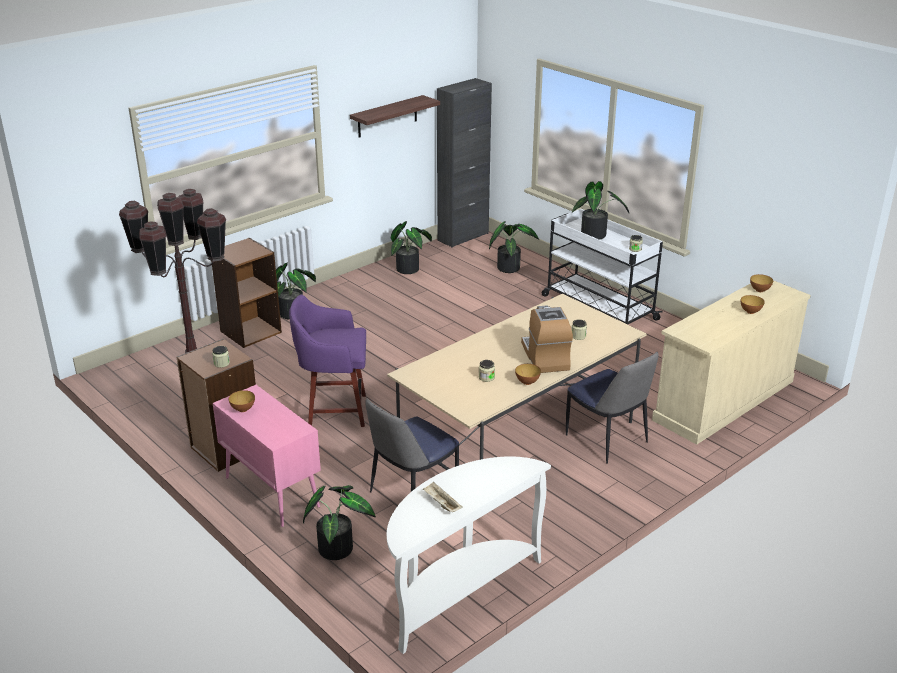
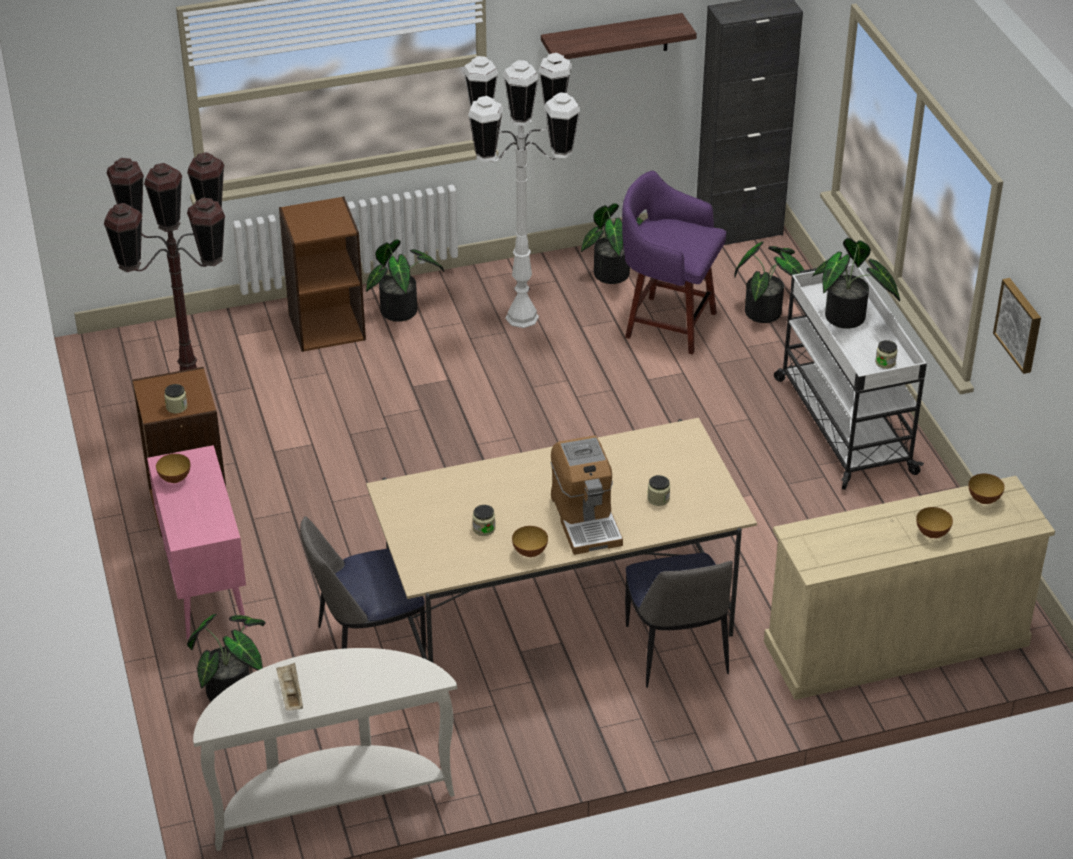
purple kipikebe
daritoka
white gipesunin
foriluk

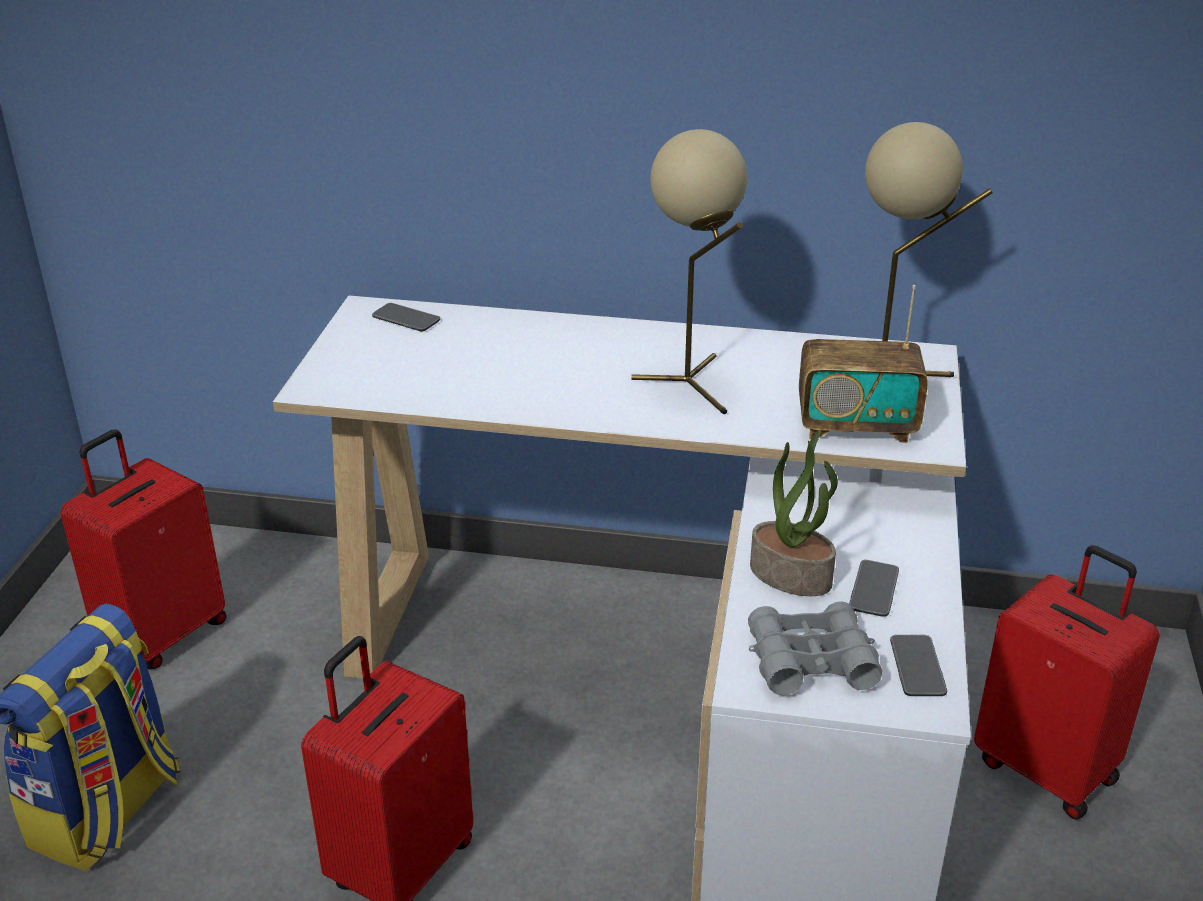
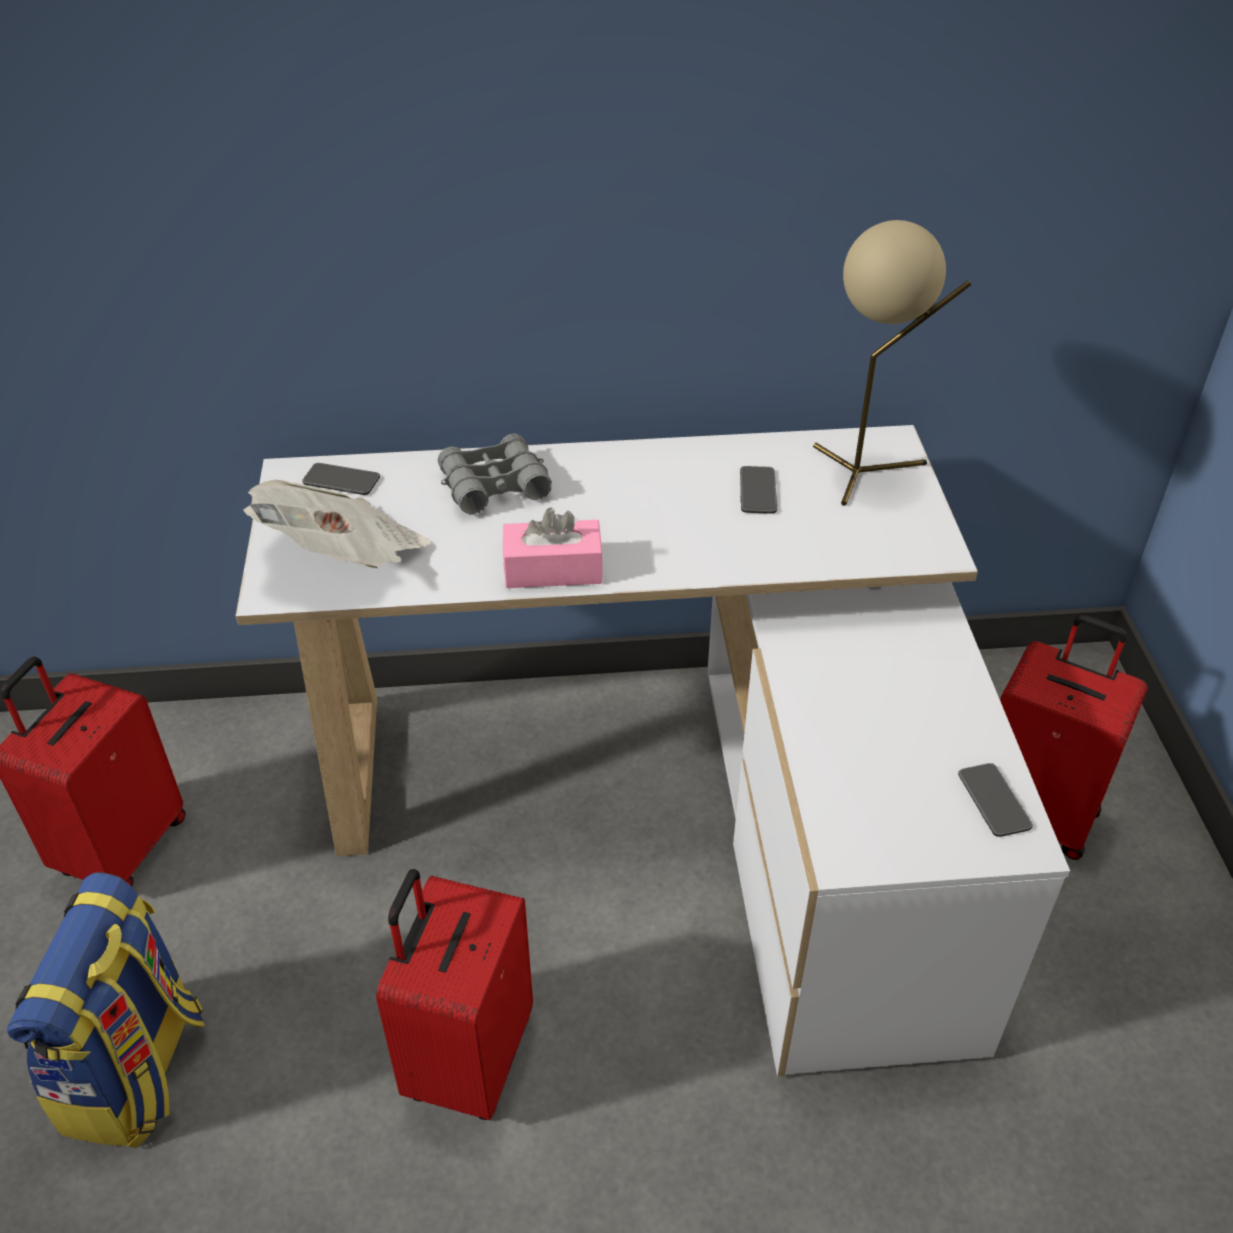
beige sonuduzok (1st from left in the first image)
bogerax
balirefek
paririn (2nd from left)
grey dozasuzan
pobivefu
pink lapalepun

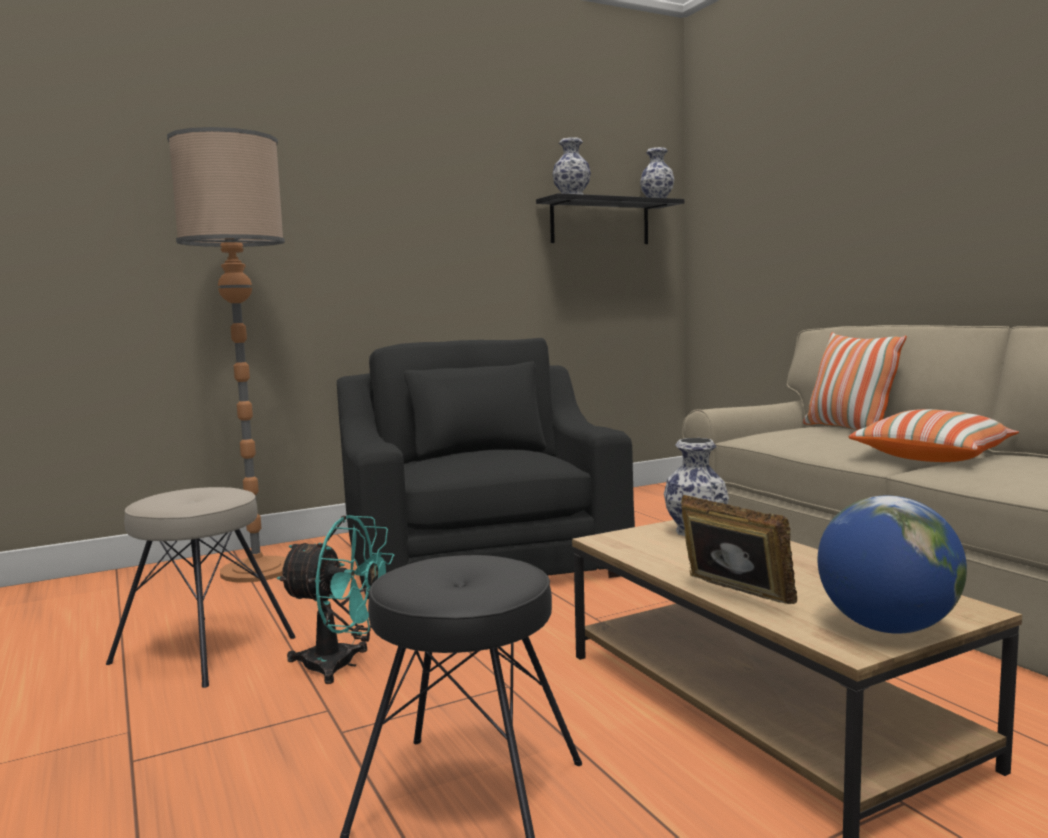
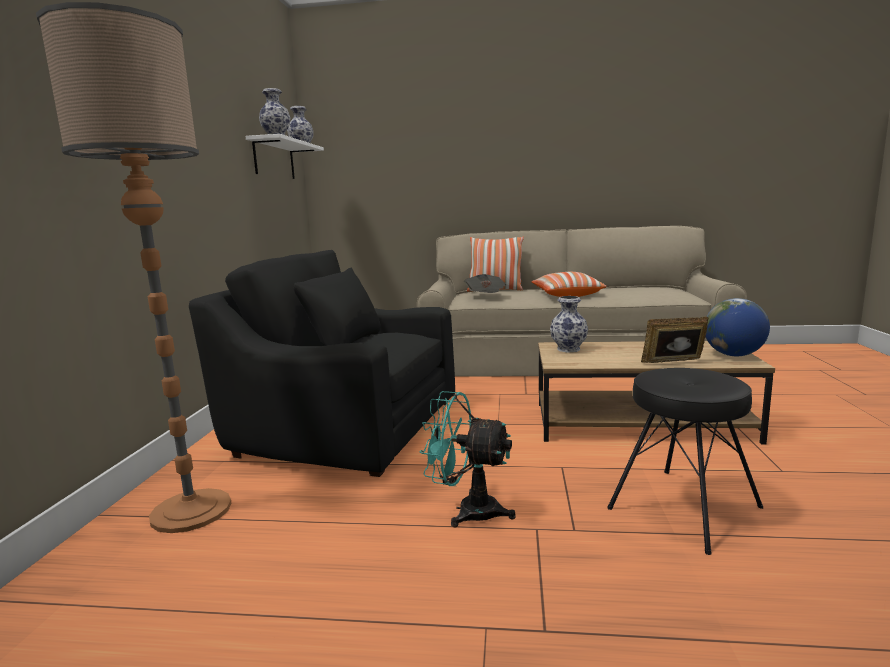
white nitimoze
beige kipikebe
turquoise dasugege
pobivefu

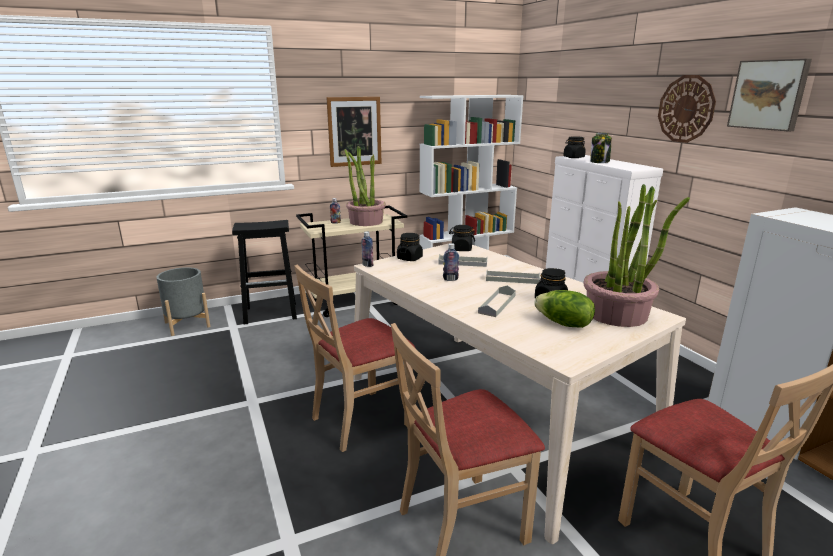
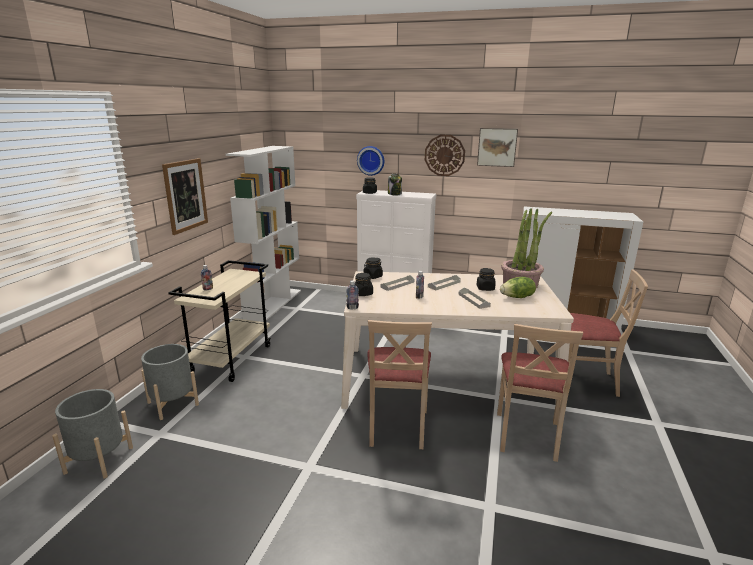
balirefek (1st from left in the first image)
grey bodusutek (2nd from left)
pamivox (1st from left)

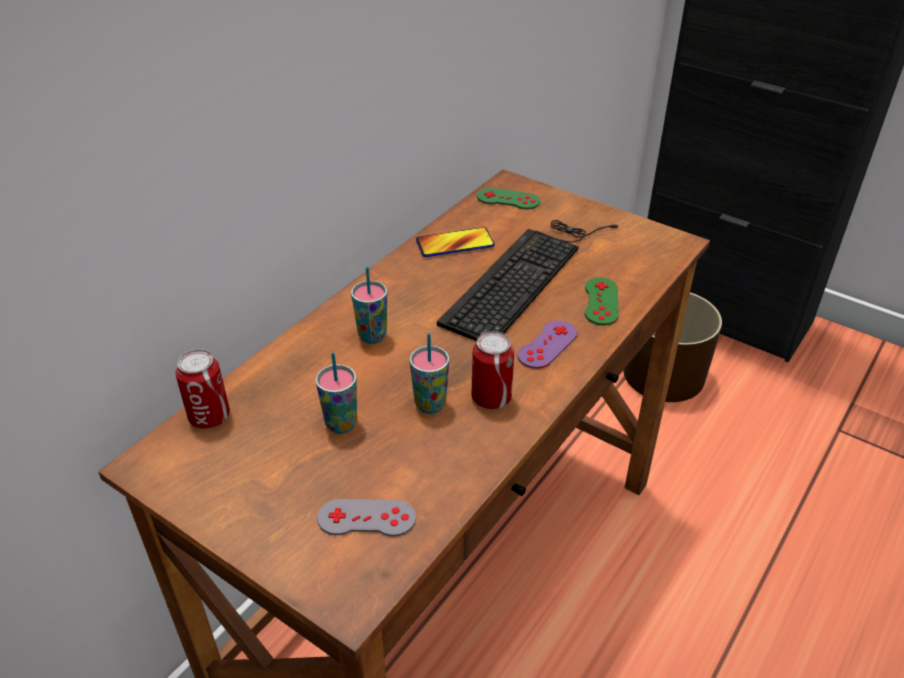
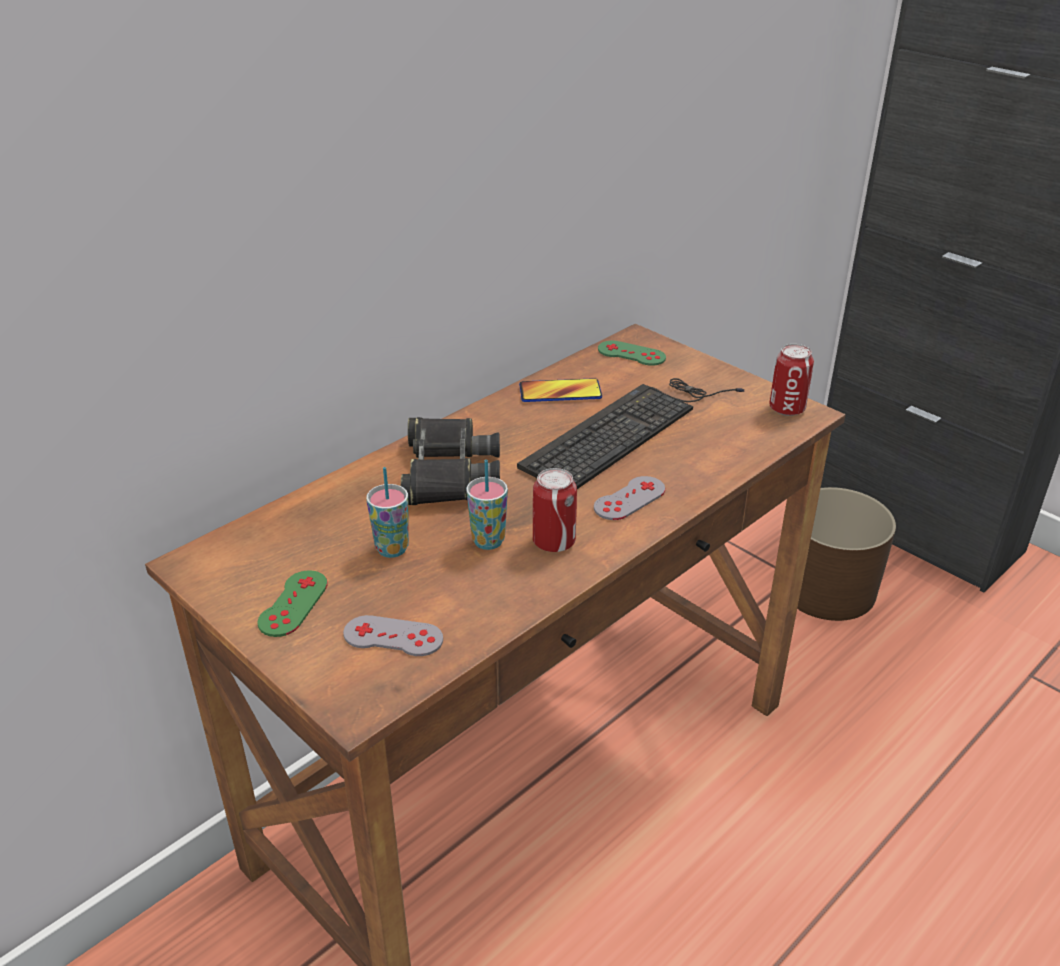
black dozasuzan
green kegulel (1st from left)
grey kegulel (2nd from left)
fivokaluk (2nd from left)

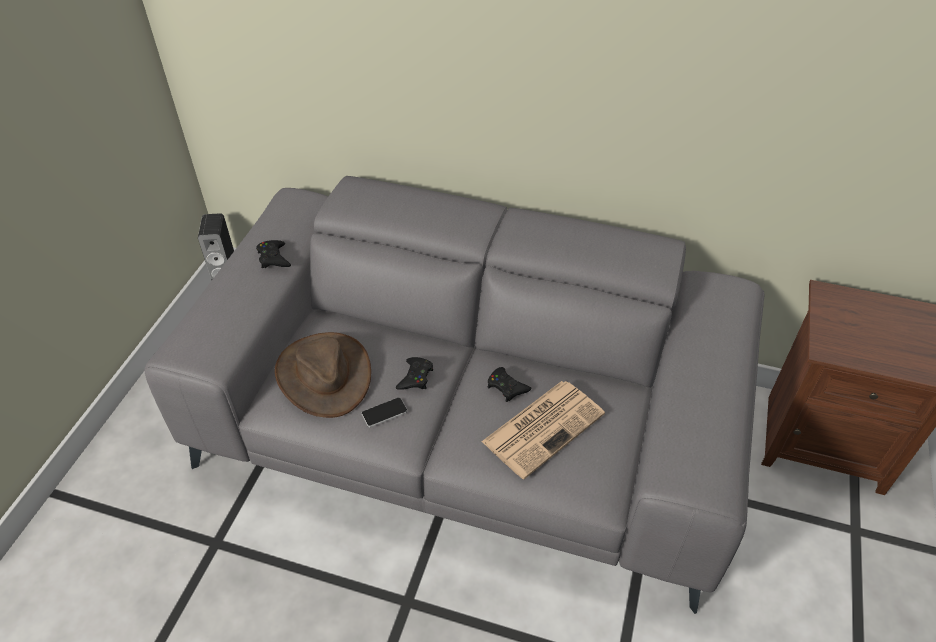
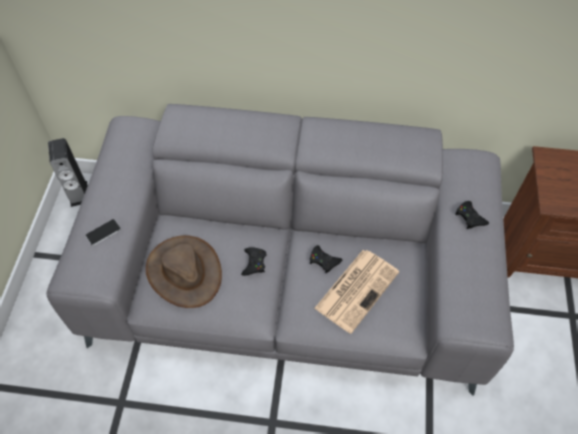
black kegulel (3rd from left)
paririn

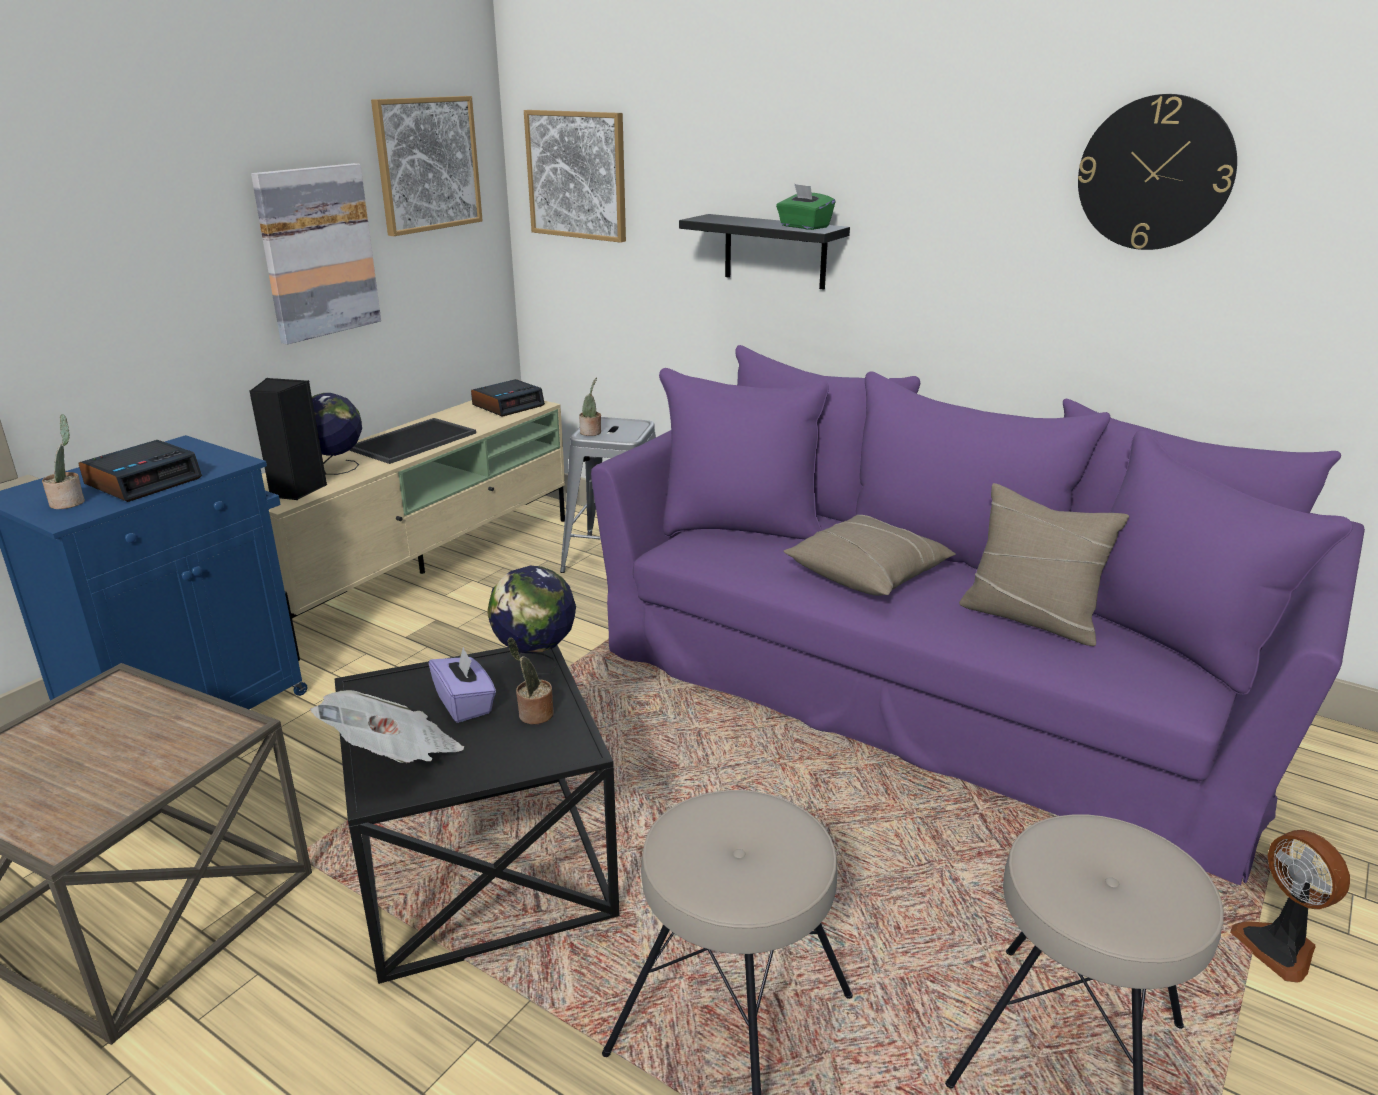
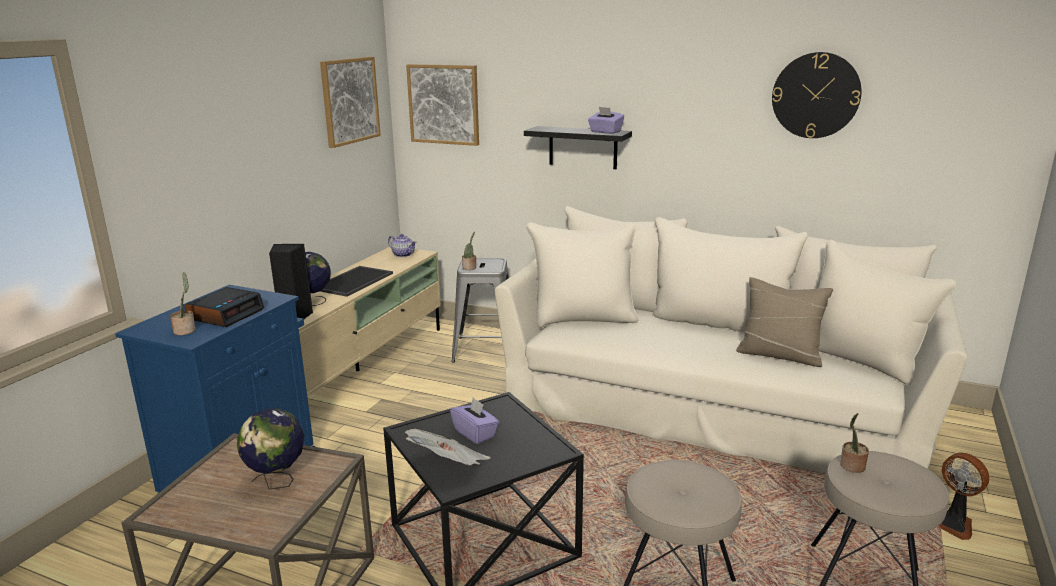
foriluk (1st from left in the first image)
purple lapalepun (2nd from left)
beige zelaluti
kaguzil
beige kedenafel (1st from left in the first image)
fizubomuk (1st from left)
balirefek (3rd from left)

